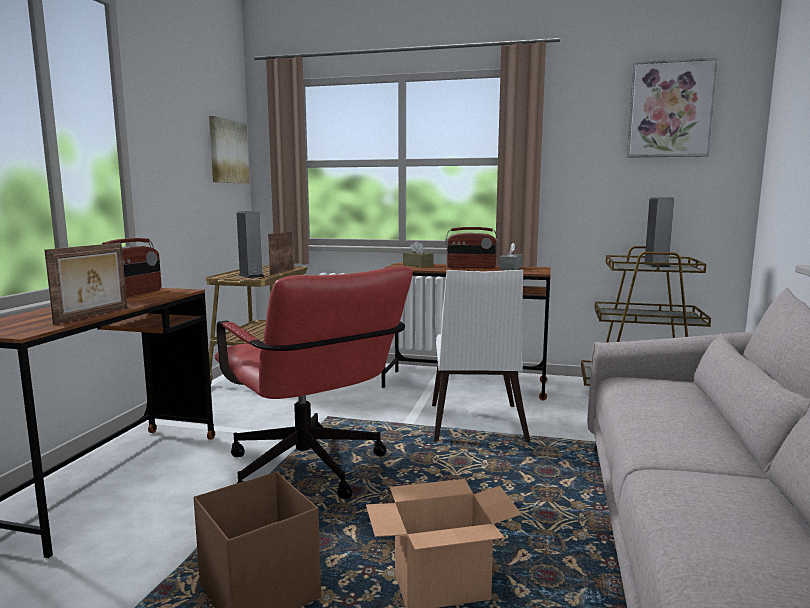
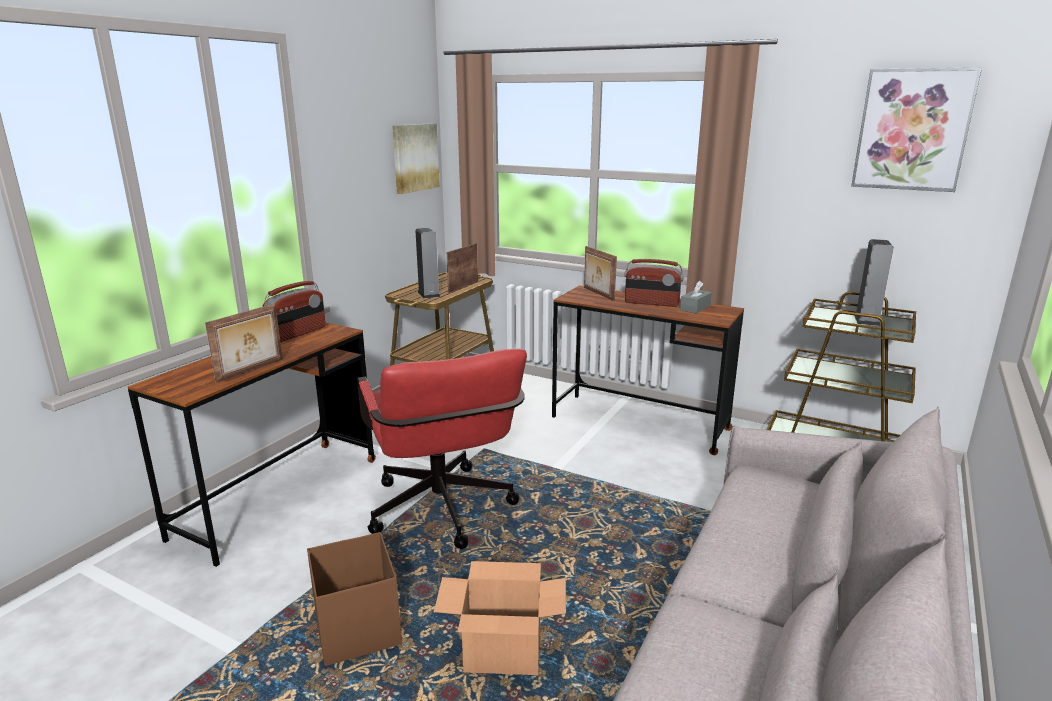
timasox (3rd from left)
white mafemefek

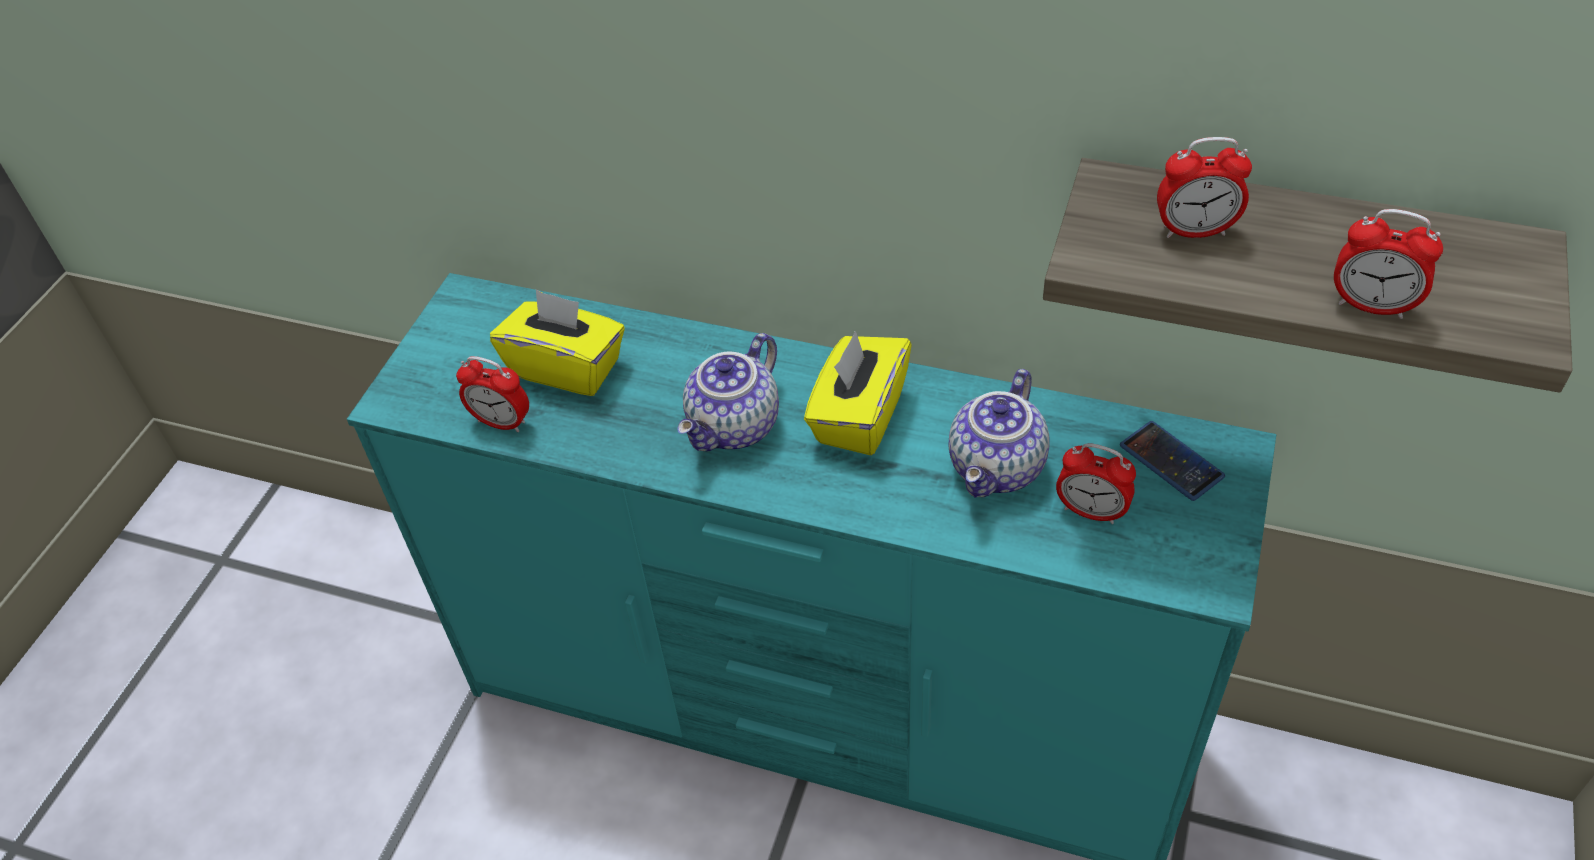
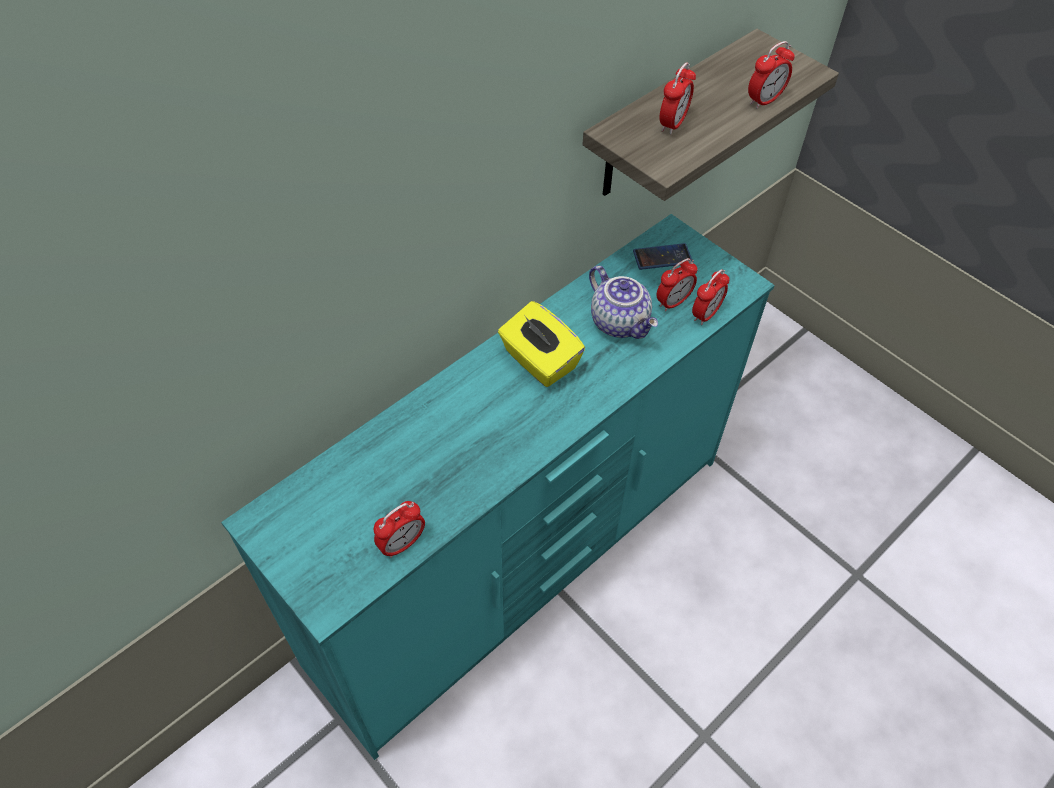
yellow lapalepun (1st from left in the first image)
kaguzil (1st from left in the first image)
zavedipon (4th from left)

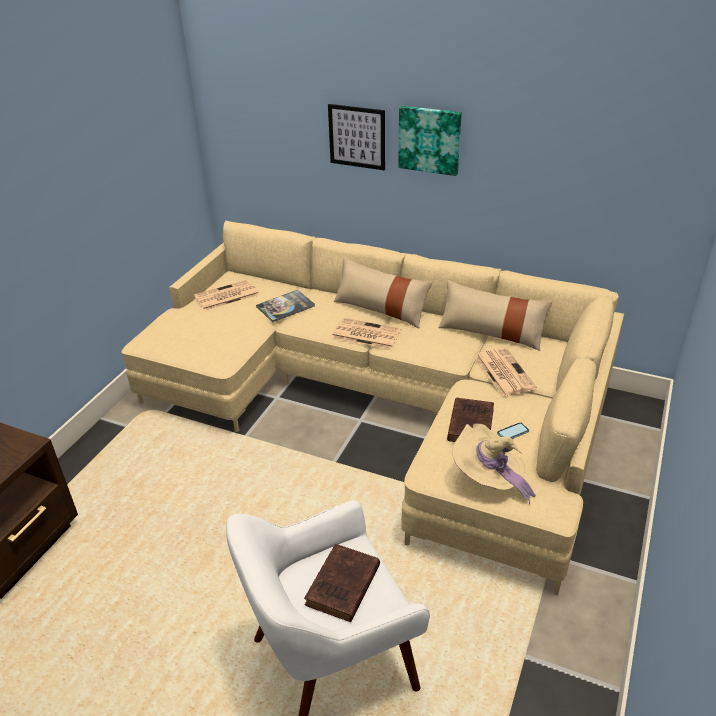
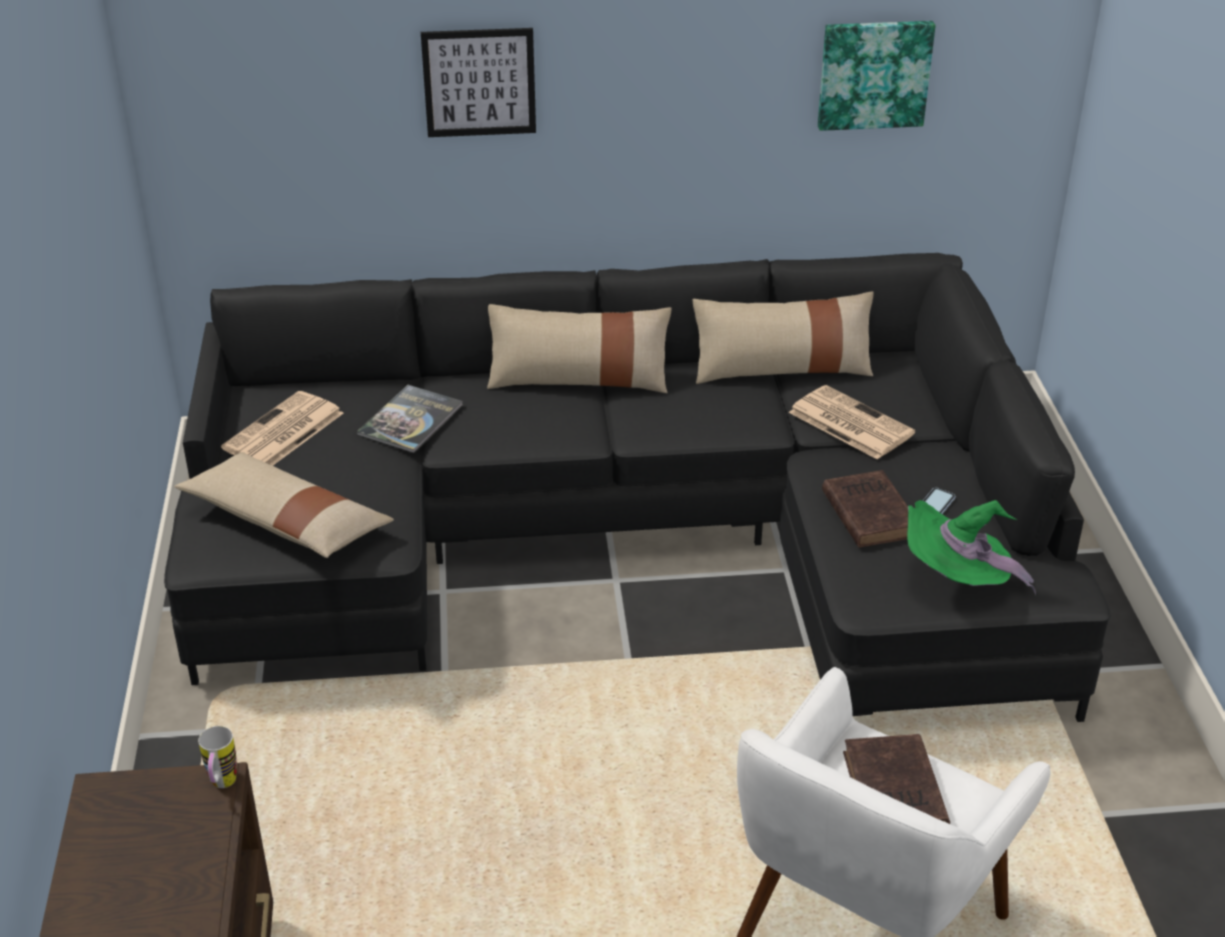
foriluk (2nd from left)
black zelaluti
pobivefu (2nd from left in the first image)
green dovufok
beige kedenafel (1st from left)
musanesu

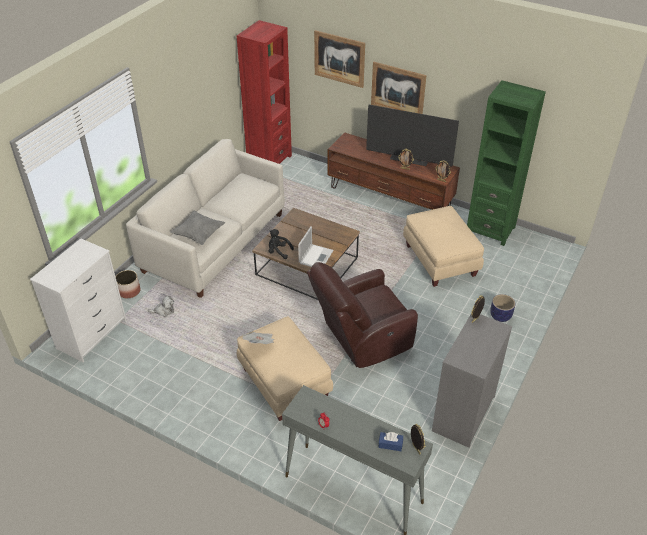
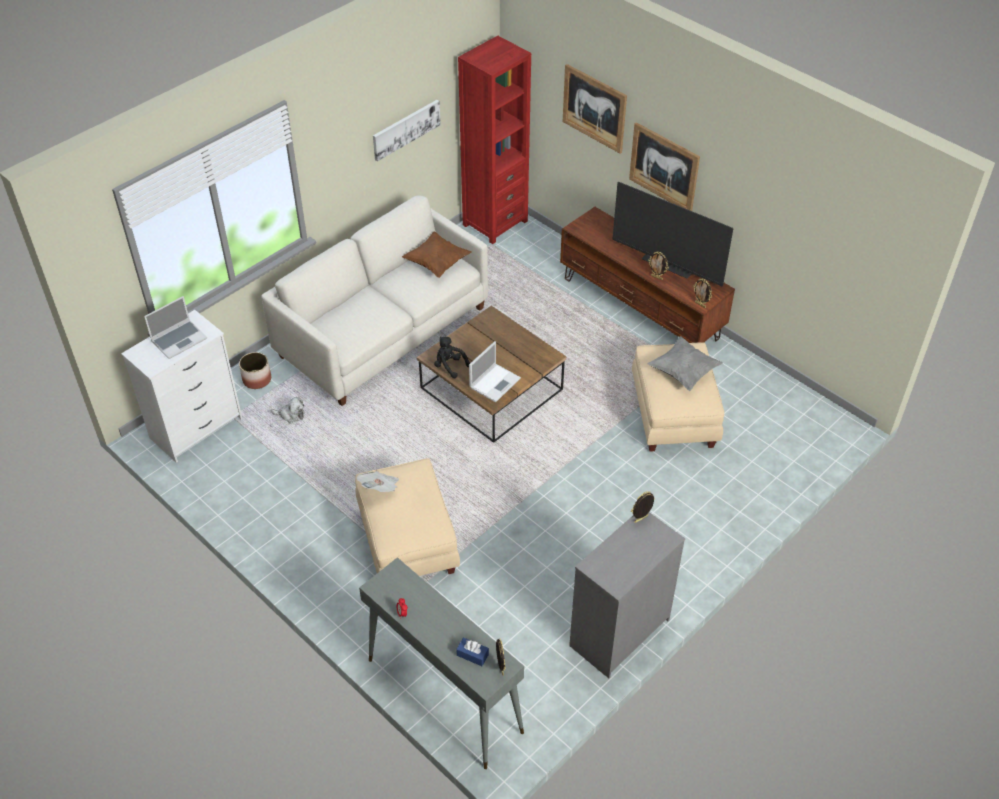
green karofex
grey kedenafel
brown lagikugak
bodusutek (2nd from left in the first image)
foriluk (1st from left)
brown kedenafel
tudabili (1st from left)

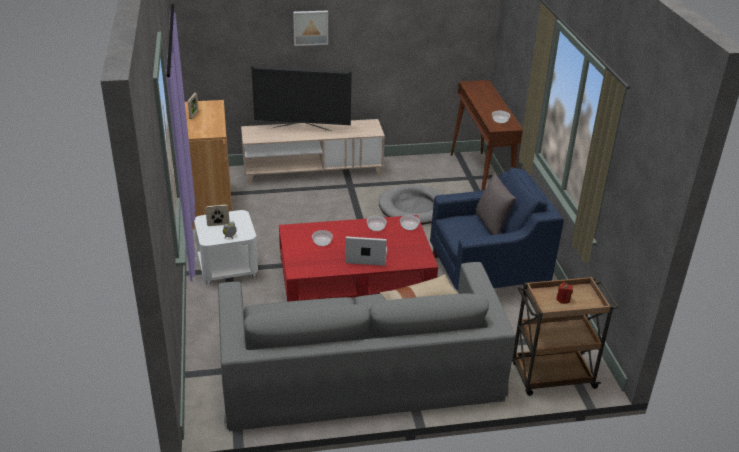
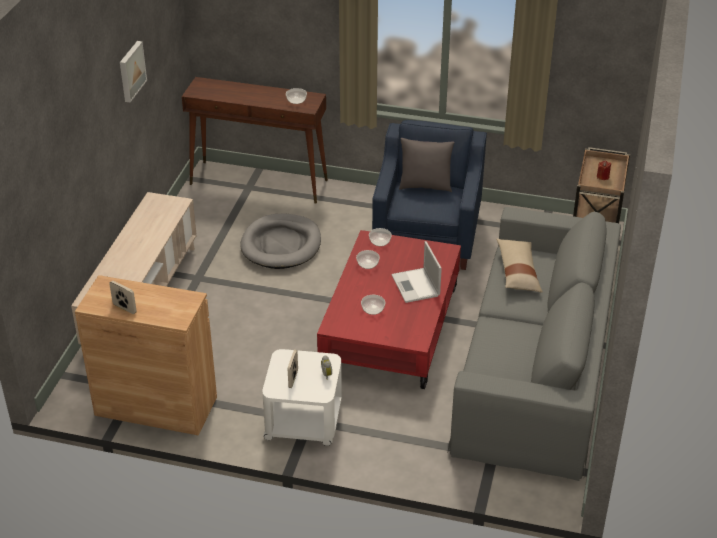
foriluk
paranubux
tudabili

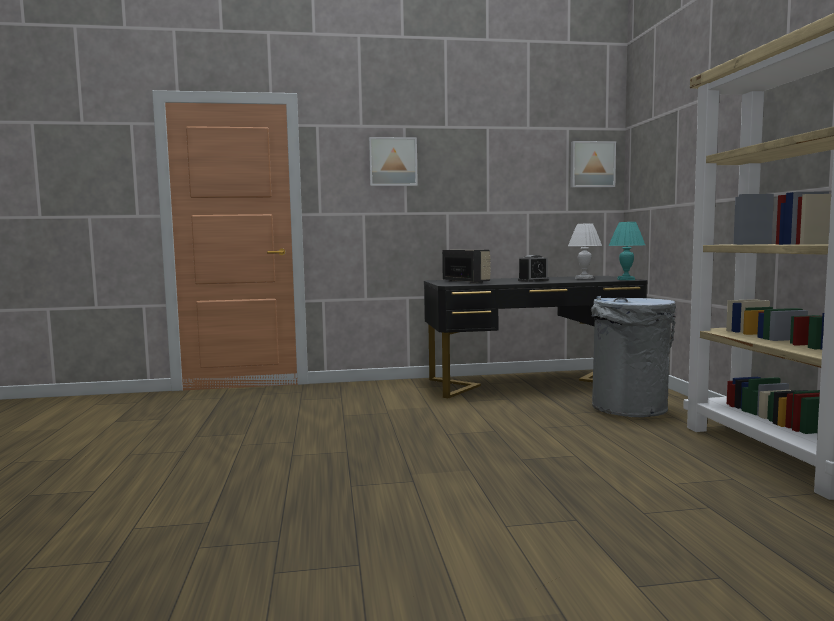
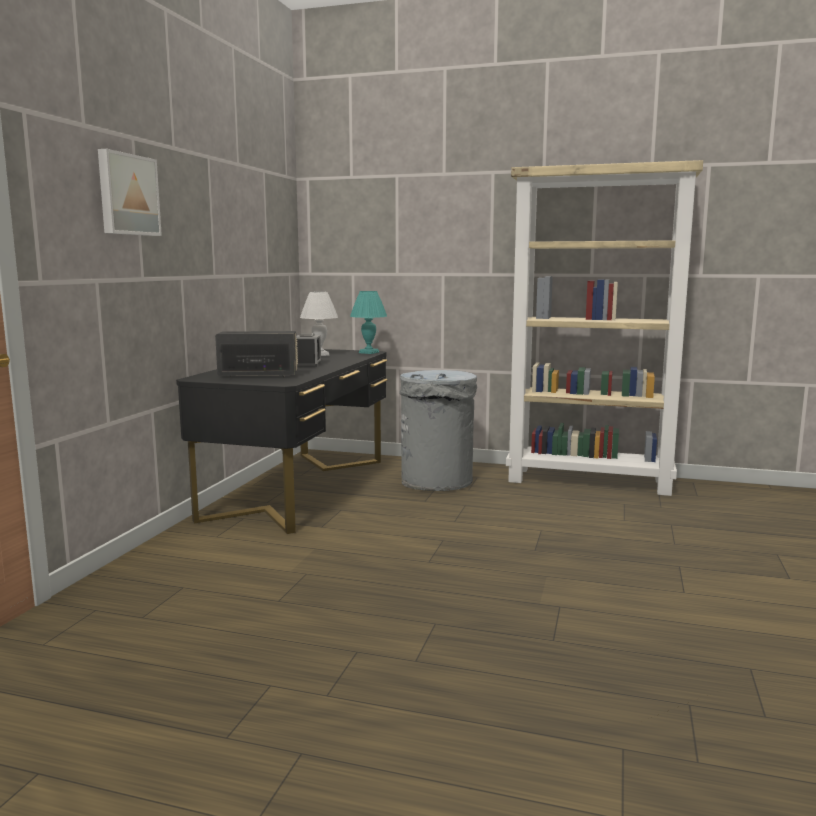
foriluk (2nd from left in the first image)

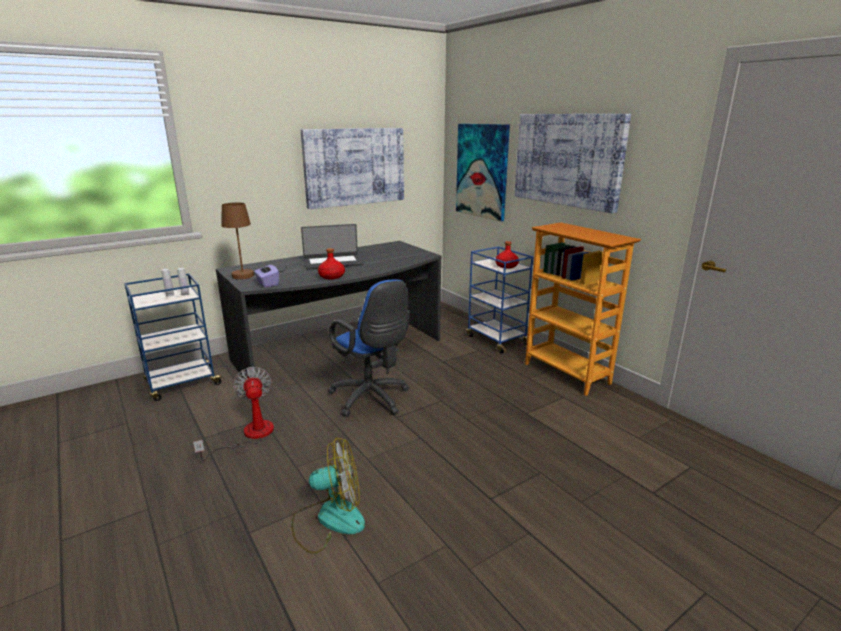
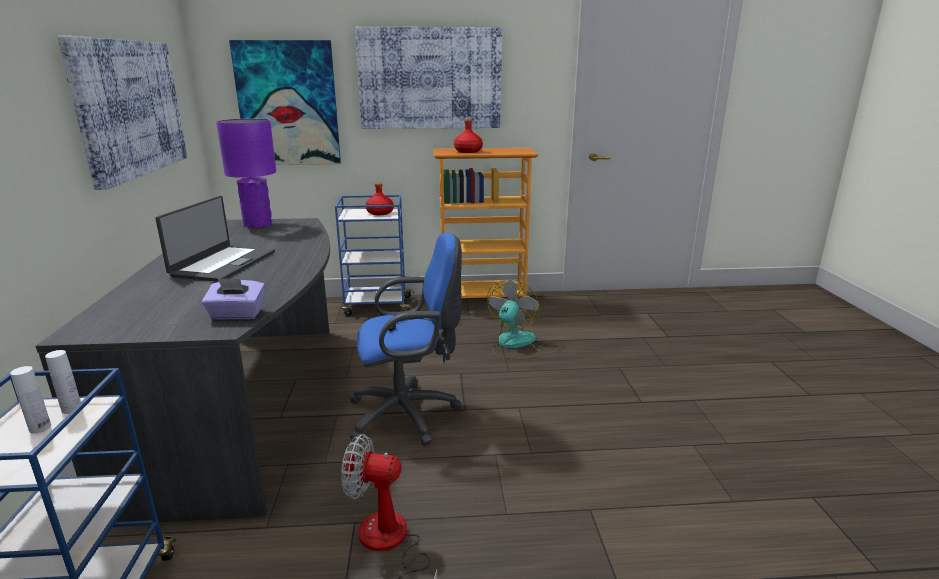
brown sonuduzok
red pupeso (2nd from left)
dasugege (2nd from left)
purple sonuduzok

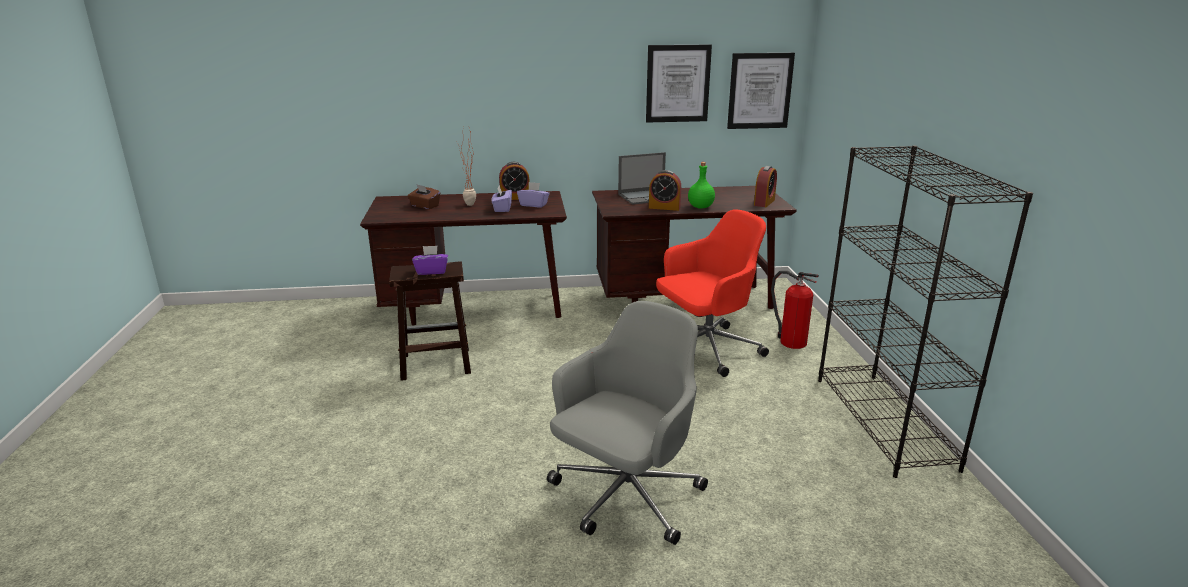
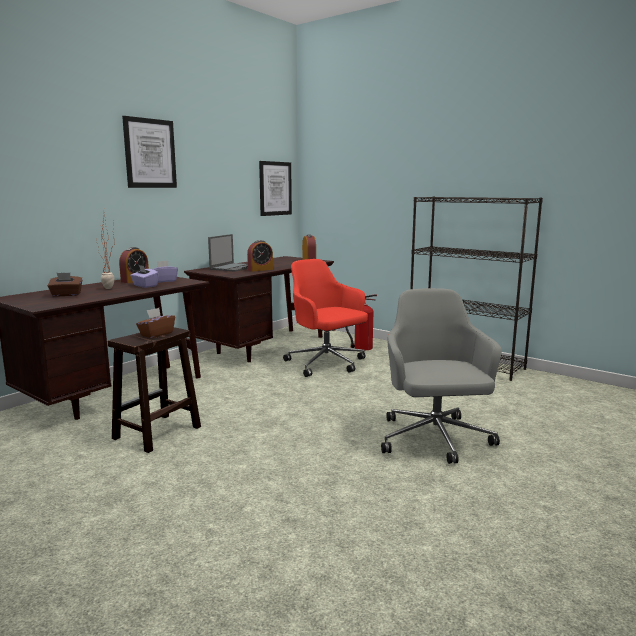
foriluk (1st from left)
green pupeso
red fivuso
brown lapalepun (2nd from left)

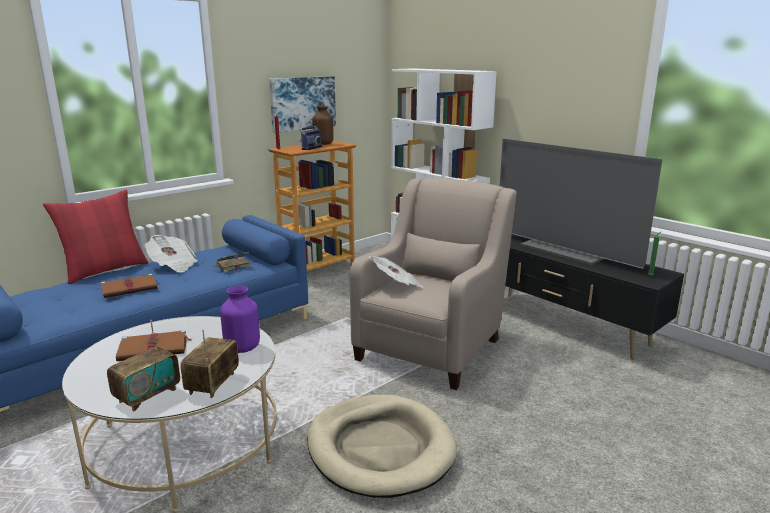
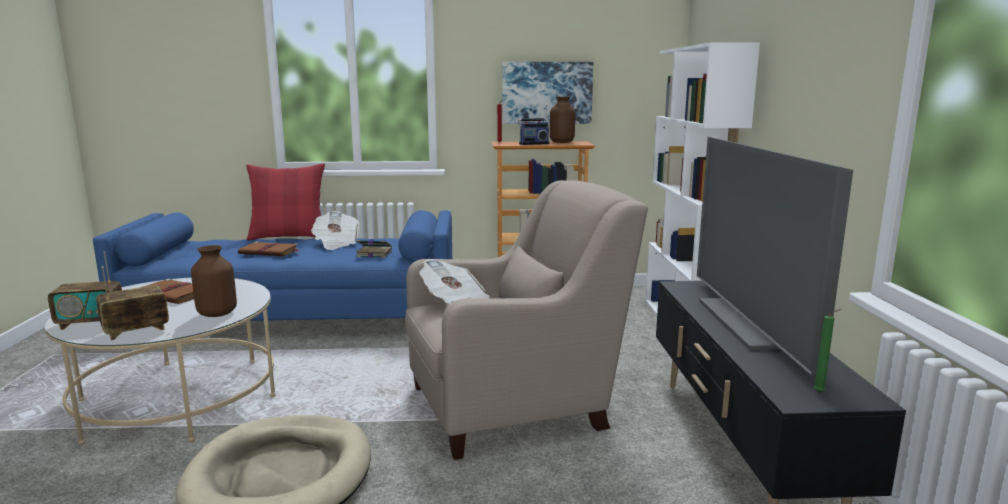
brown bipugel (1st from left)

